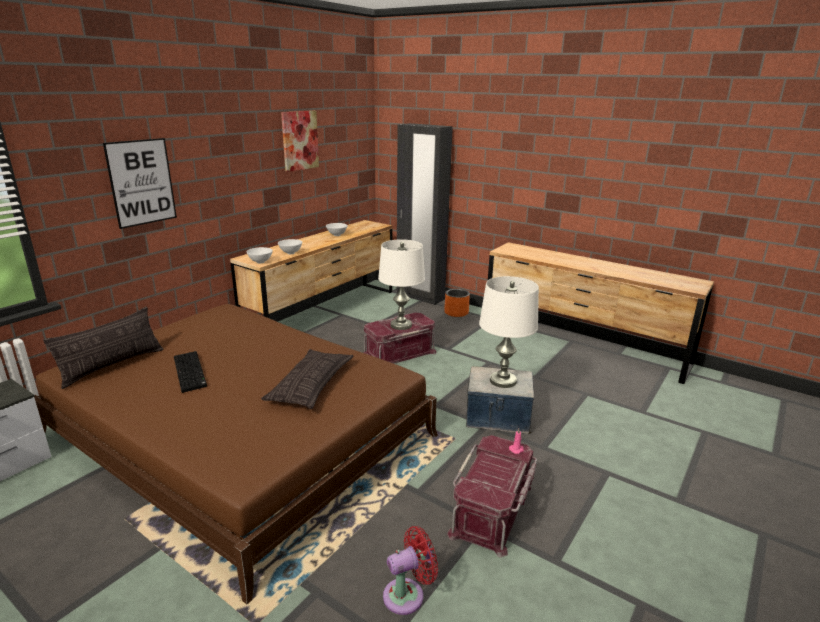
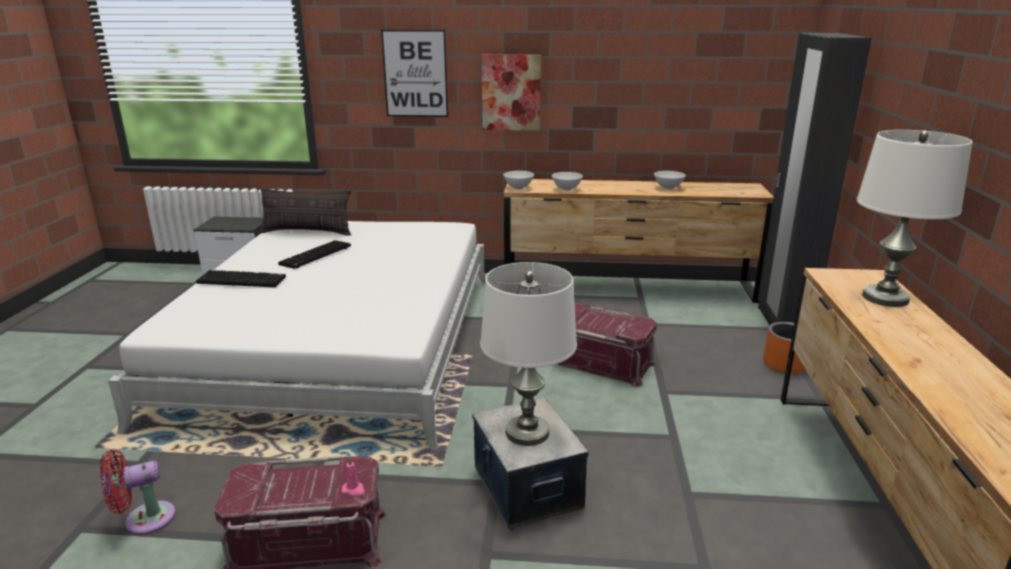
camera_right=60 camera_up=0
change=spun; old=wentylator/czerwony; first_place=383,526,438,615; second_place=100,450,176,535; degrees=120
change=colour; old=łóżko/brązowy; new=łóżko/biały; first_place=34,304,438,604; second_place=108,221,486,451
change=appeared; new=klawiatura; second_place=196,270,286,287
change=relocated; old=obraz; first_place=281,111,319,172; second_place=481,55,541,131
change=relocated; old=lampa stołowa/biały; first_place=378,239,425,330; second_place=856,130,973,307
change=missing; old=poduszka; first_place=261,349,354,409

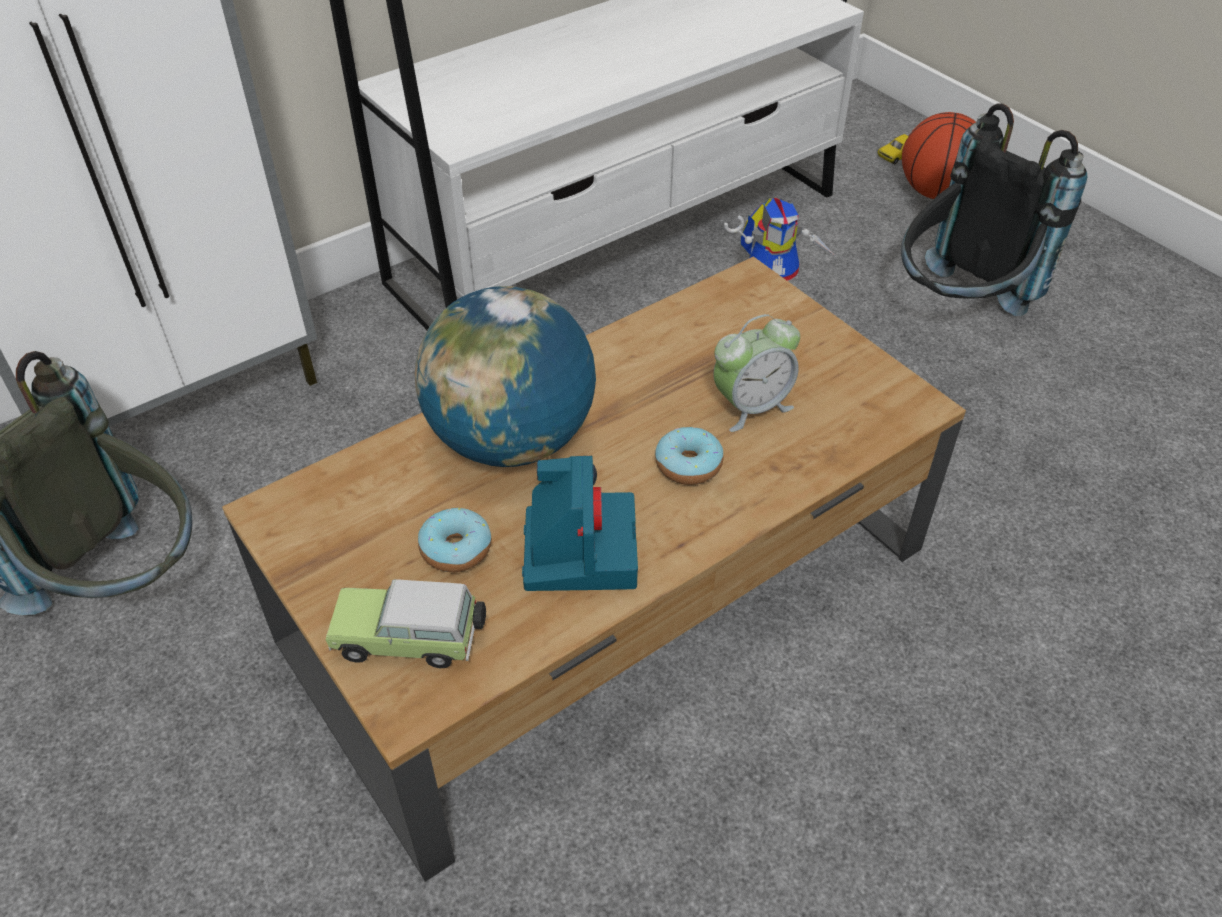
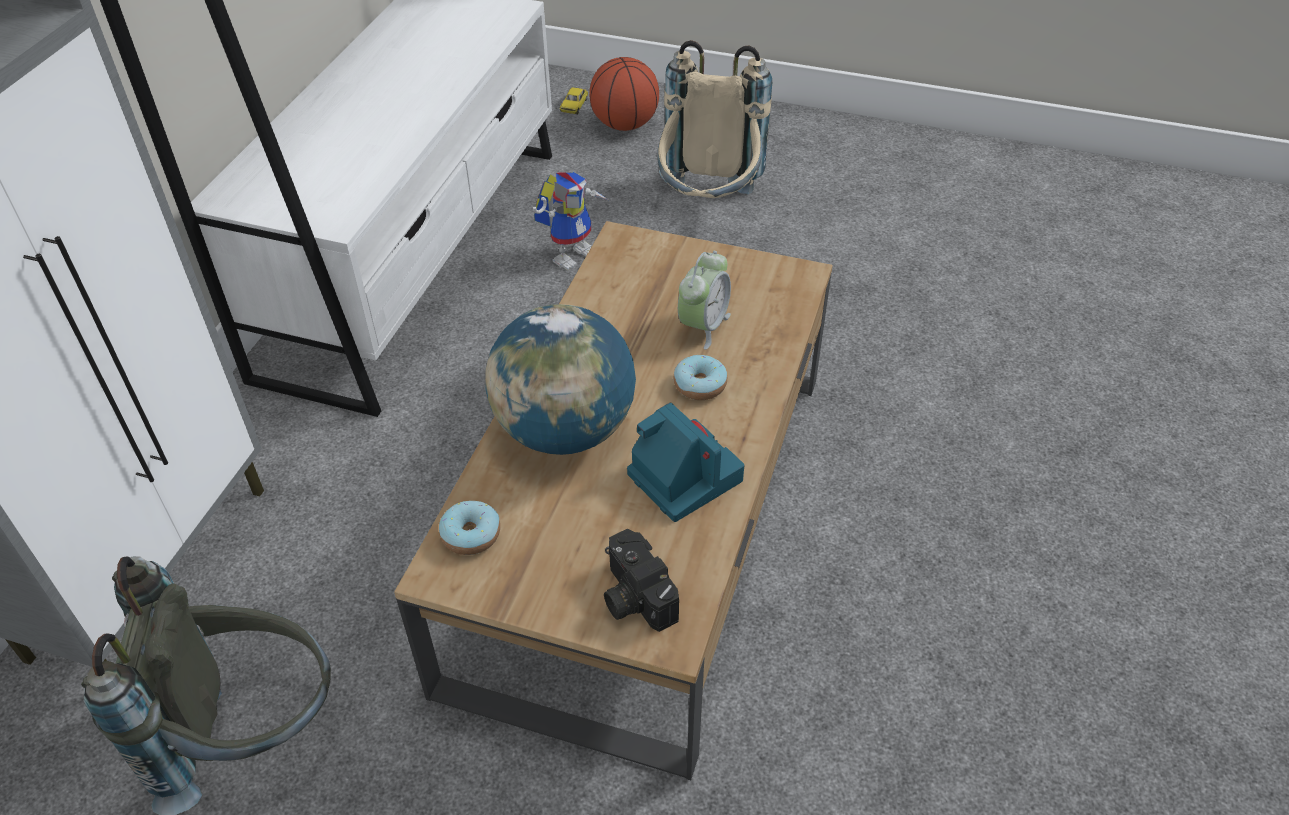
camera_right=-35 camera_up=0
change=relocated; old=donut; first_place=418,508,491,572; second_place=439,501,500,555
change=exchanged; old=samochodzik; new=aparat fotograficzny; first_place=325,579,486,668; second_place=604,529,679,632
change=colour; old=plecak/czarny; new=plecak/beżowy; first_place=901,104,1087,316; second_place=657,40,772,198

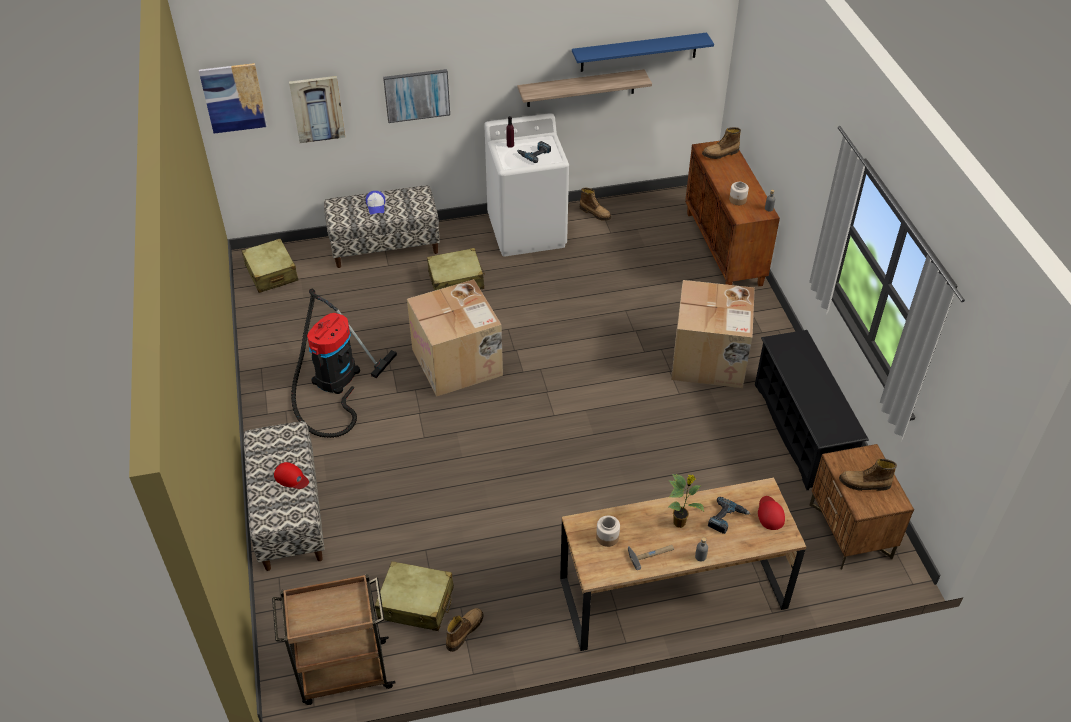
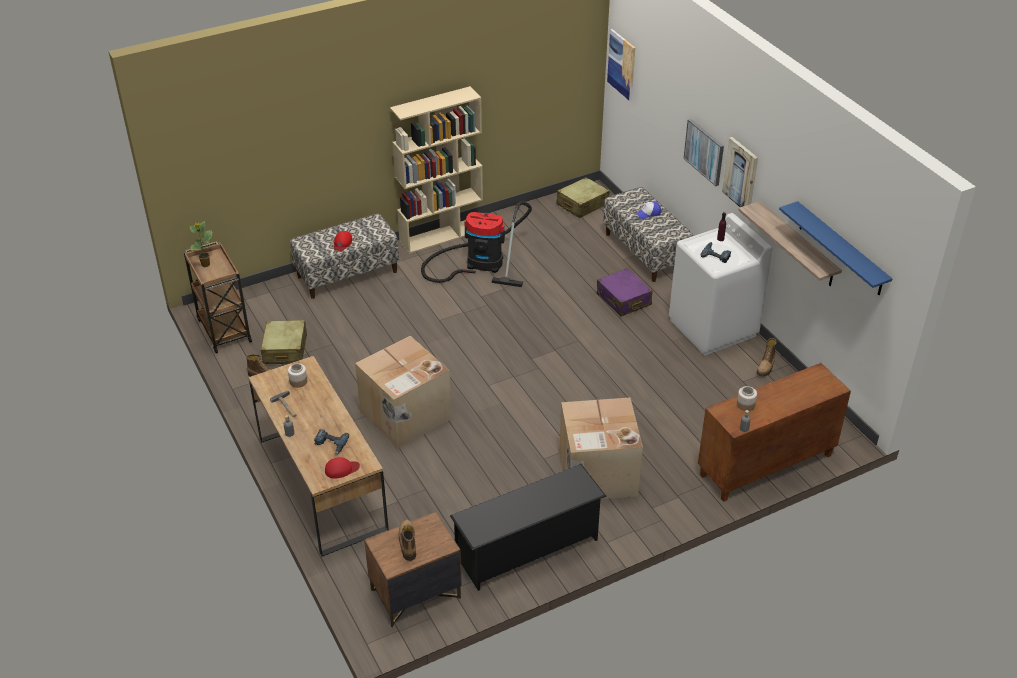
camera_right=75 camera_up=-5
change=relocated; old=roślina doniczkowa; first_place=668,474,704,528; second_place=190,221,212,267
change=relocated; old=karton; first_place=407,279,503,397; second_place=355,336,452,448
change=appeared; new=regał/beżowy; second_place=390,86,483,254
change=colour; old=walizka/beżowy; new=walizka/fioletowy; first_place=427,248,485,291; second_place=597,268,653,316
change=relocated; old=obraz; first_place=289,76,345,143; second_place=722,137,758,207
change=missing; old=but z cholewką; first_place=702,127,741,159

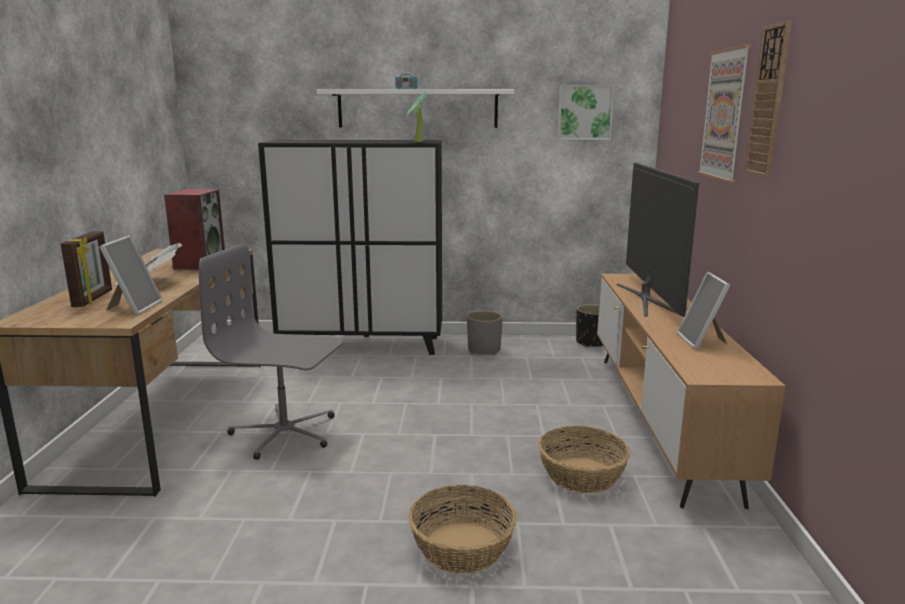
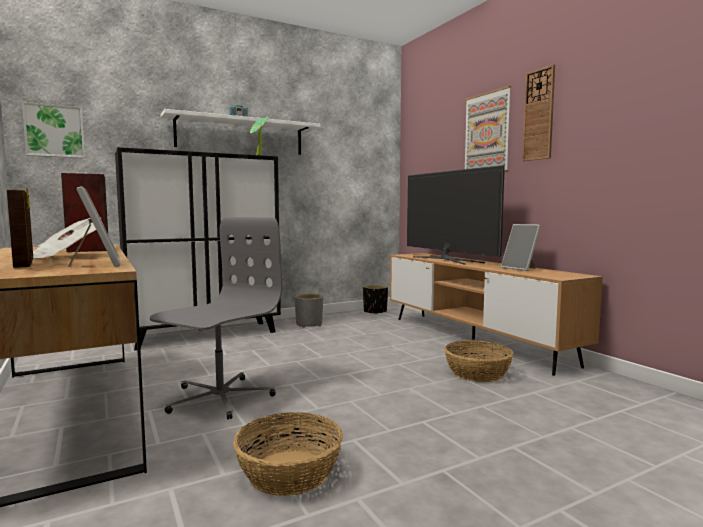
camera_right=-30 camera_up=-10
change=relocated; old=obraz; first_place=557,85,614,140; second_place=22,102,85,158
change=spun; old=krzesło biurowe/szary; first_place=199,244,342,460; second_place=150,217,282,420; degrees=135
change=relocated; old=koszyk; first_place=409,485,517,574; second_place=233,412,343,496

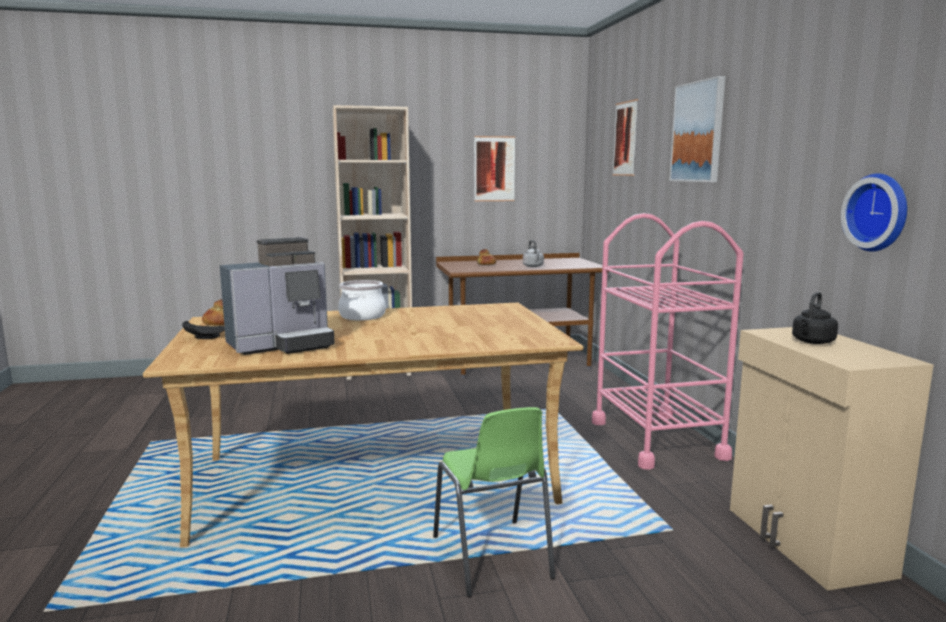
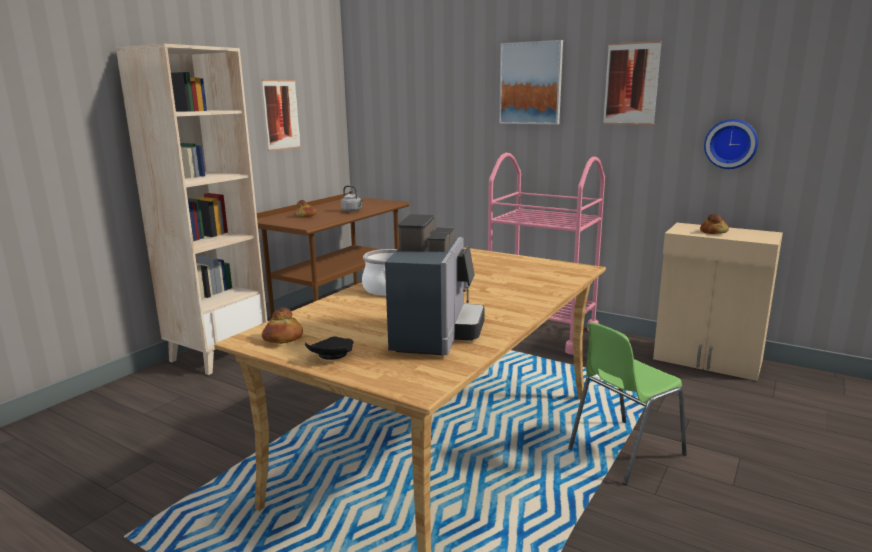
camera_right=-45 camera_up=5
change=spun; old=krzesło/zielony; first_place=433,407,555,597; second_place=568,322,687,485; degrees=120
change=relocated; old=obraz; first_place=613,99,638,176; second_place=603,41,662,125
change=exchanged; old=czajnik/czarny; new=chleb; first_place=792,292,838,344; second_place=700,213,729,234

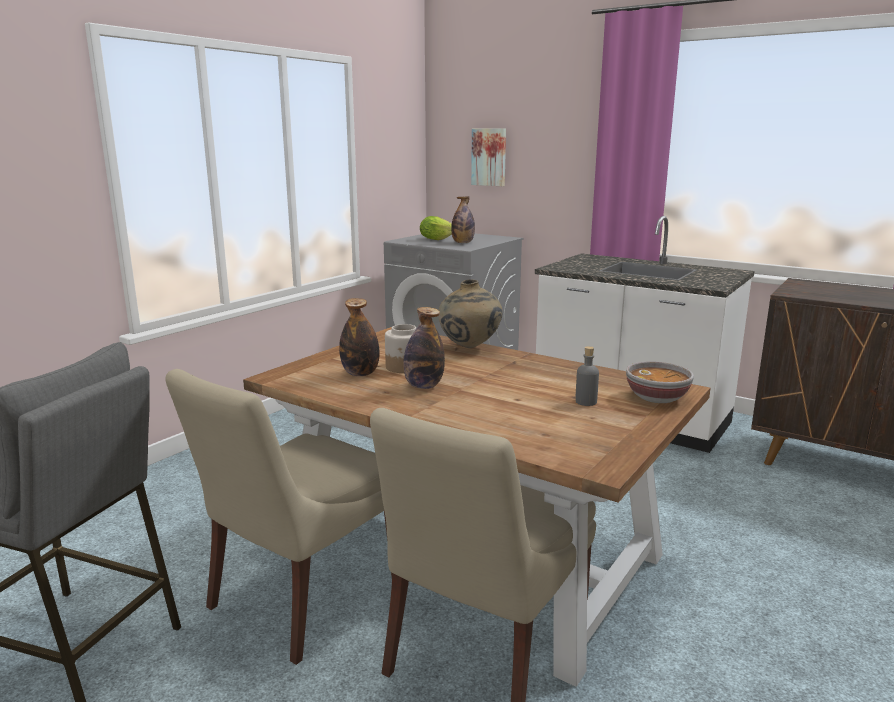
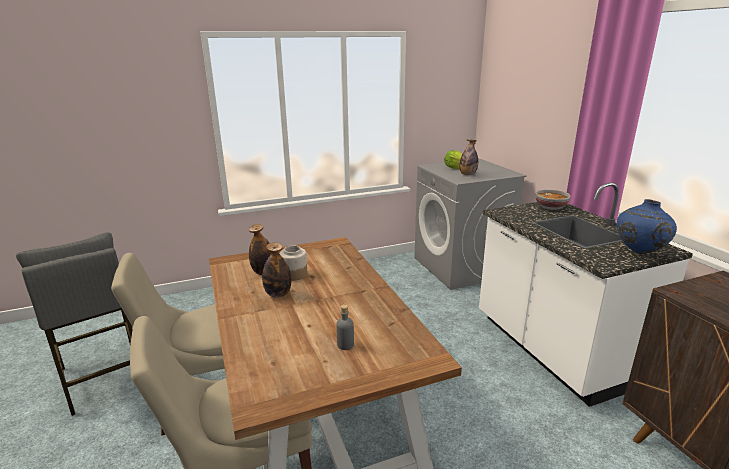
camera_right=35 camera_up=5
change=relocated; old=miska; first_place=626,361,694,403; second_place=535,189,571,210
change=appeared; new=wazon/niebieski; second_place=617,199,677,254
change=missing; old=wazon/beżowy; first_place=438,279,503,348
change=missing; old=obraz; first_place=471,128,506,186

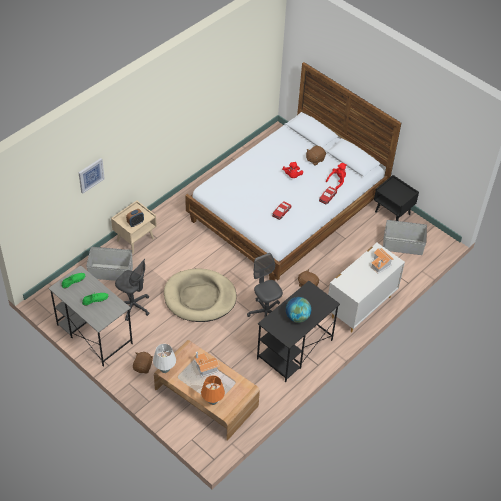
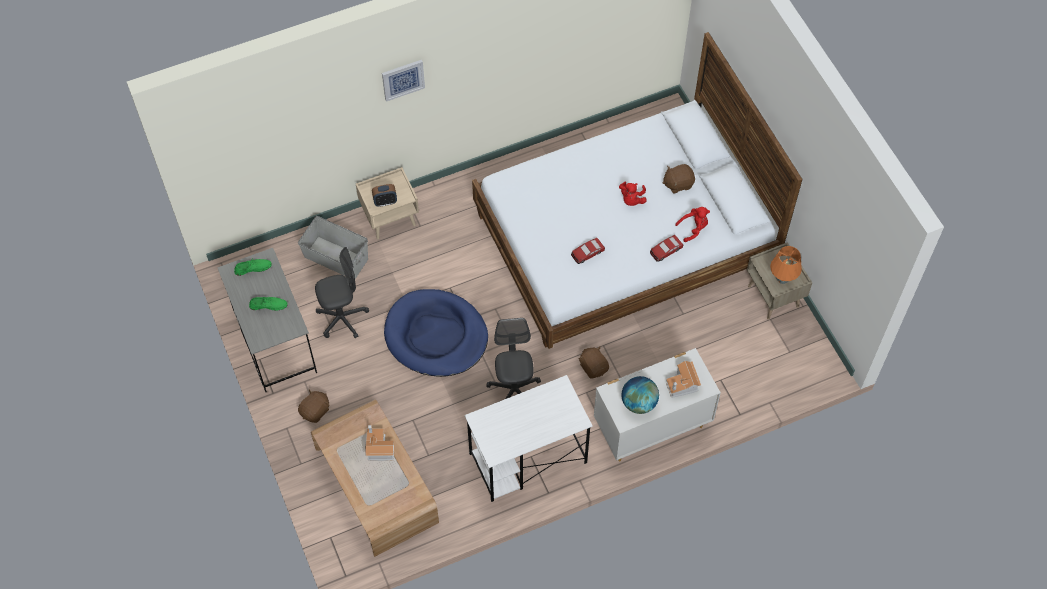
camera_right=25 camera_up=10
change=spun; old=krzesło biurowe/szary; first_place=115,259,150,321; second_place=315,247,369,339; degrees=-75
change=relocated; old=obraz; first_place=78,158,105,194; second_place=382,60,425,102
change=colour; old=legowisko/beżowy; new=legowisko/niebieski; first_place=164,269,236,322; second_place=384,289,488,377
change=colour; old=biurko/czarny; new=biurko/biały; first_place=257,281,340,382; second_place=465,375,593,502
change=relocated; old=globus; first_place=286,297,311,323; second_place=622,376,659,414
change=colour; old=szafka nocna/czarny; new=szafka nocna/beżowy; first_place=374,175,419,221; second_place=747,242,812,319
change=relocated; old=lampa stołowa/pomarańczowy; first_place=201,375,225,405; second_place=770,246,802,284
change=missing; old=lampa stołowa/biały; first_place=153,344,176,373
change=missing; old=pojemnik do przechowywania/szary; first_place=383,220,427,255

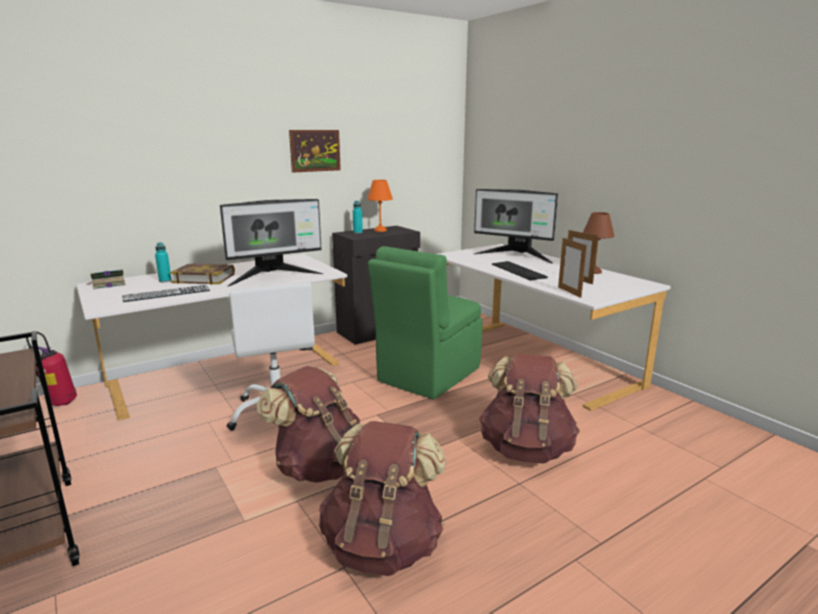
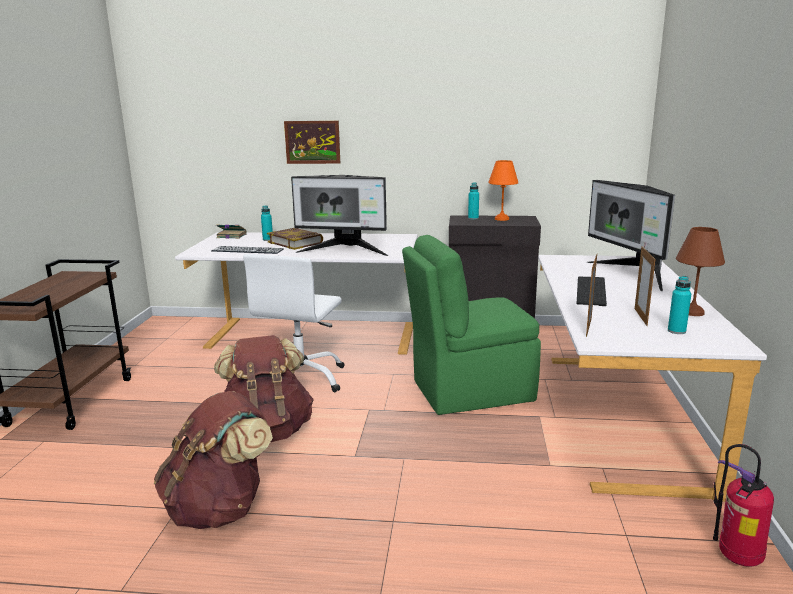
camera_right=40 camera_up=0
change=relocated; old=obraz; first_place=289,130,341,172; second_place=284,121,340,164
change=appeared; new=butelka/turkusowy; second_place=668,276,691,334
change=relocated; old=gaśnica; first_place=26,331,77,406; second_place=713,444,774,567
change=missing; old=plecak/brązowy; first_place=479,354,580,464

